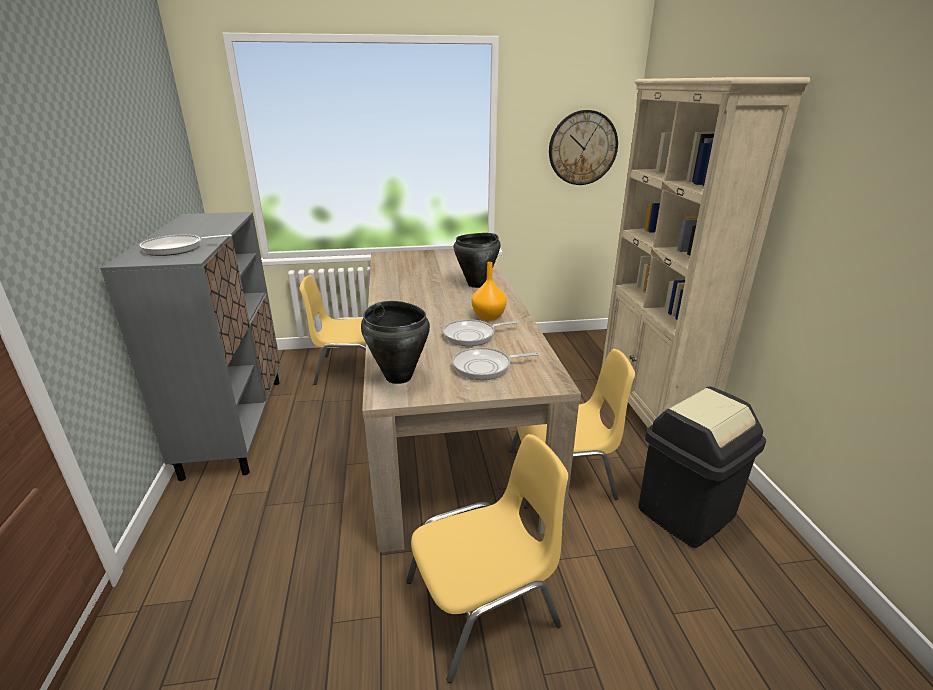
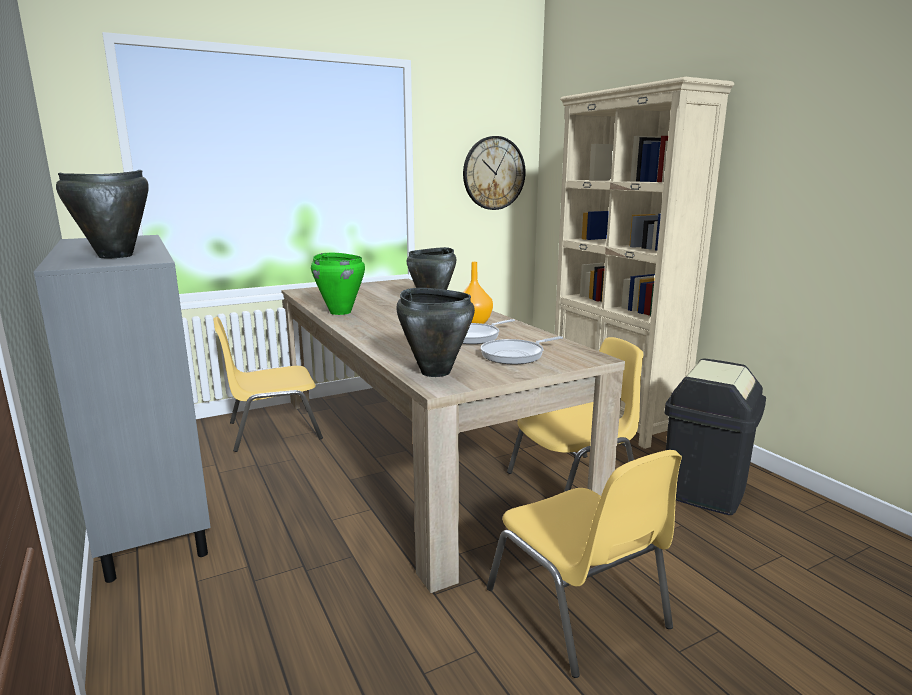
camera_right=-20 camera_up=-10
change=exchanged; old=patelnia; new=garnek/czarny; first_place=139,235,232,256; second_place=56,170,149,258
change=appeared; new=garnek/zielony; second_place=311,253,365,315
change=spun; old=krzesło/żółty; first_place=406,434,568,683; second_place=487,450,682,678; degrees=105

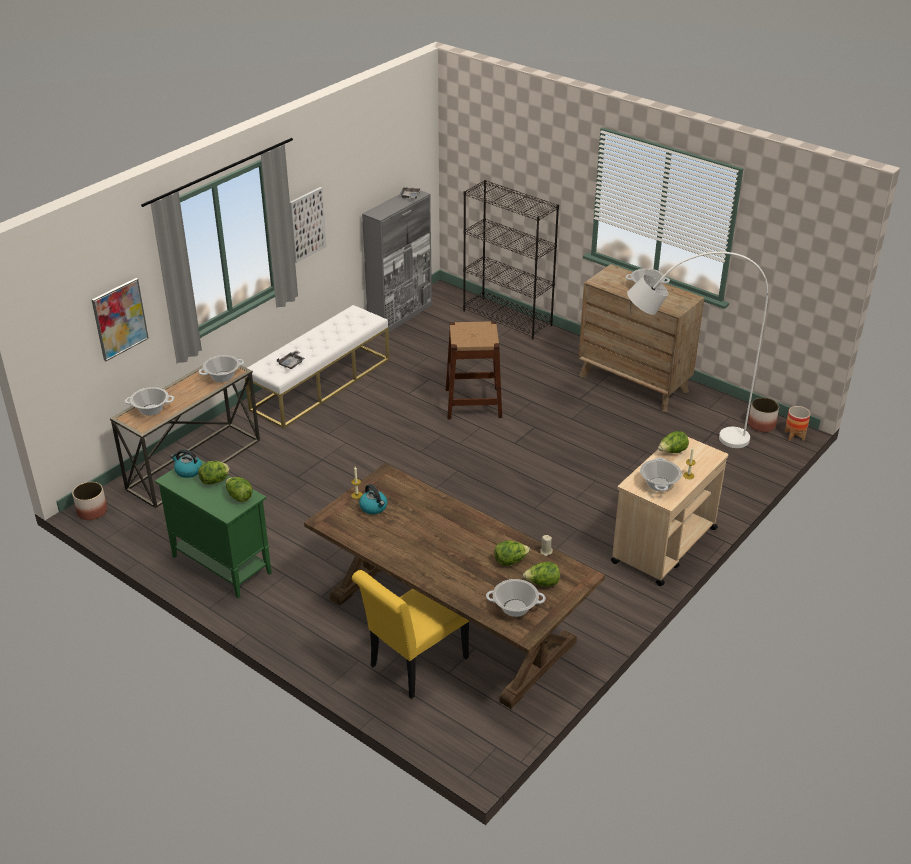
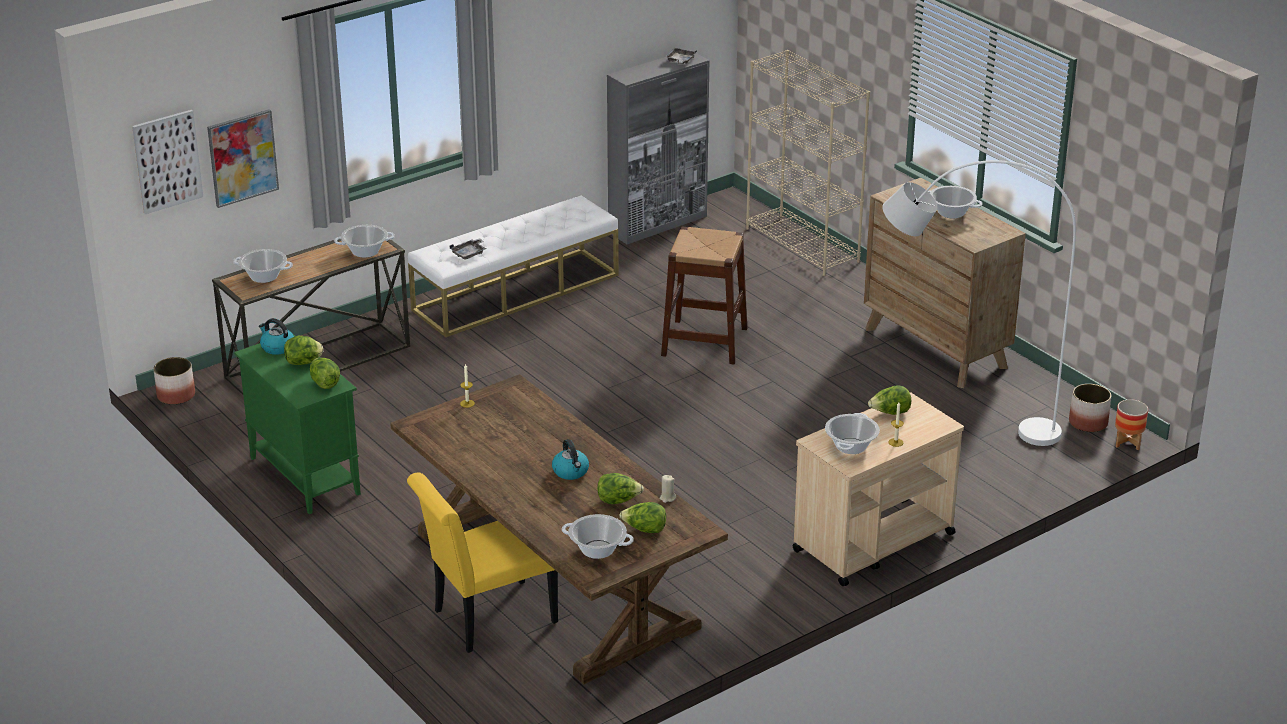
camera_right=15 camera_up=-5
change=relocated; old=obraz; first_place=290,187,327,263; second_place=132,110,203,214
change=relocated; old=czajnik; first_place=359,484,387,514; second_place=552,439,589,480
change=colour; old=regał/czarny; new=regał/beżowy; first_place=463,180,559,340; second_place=746,50,870,276

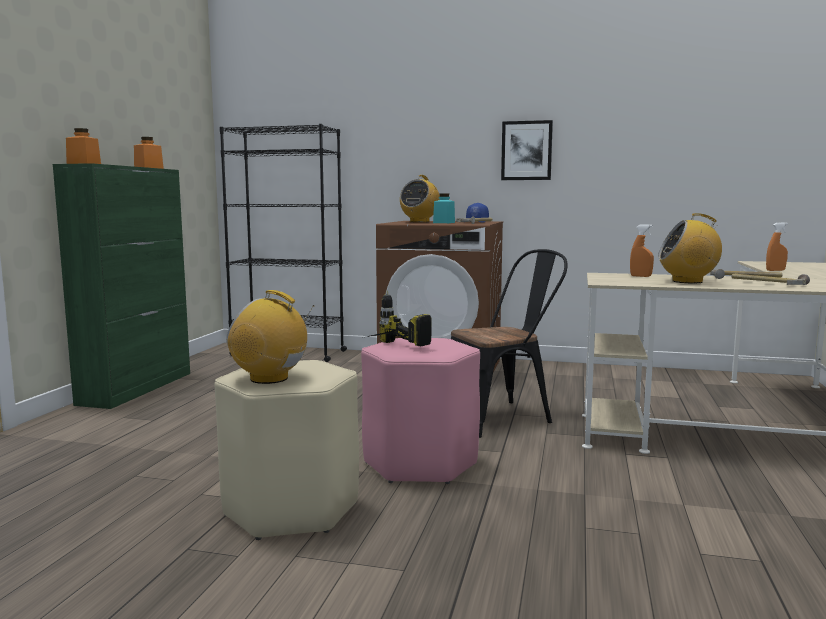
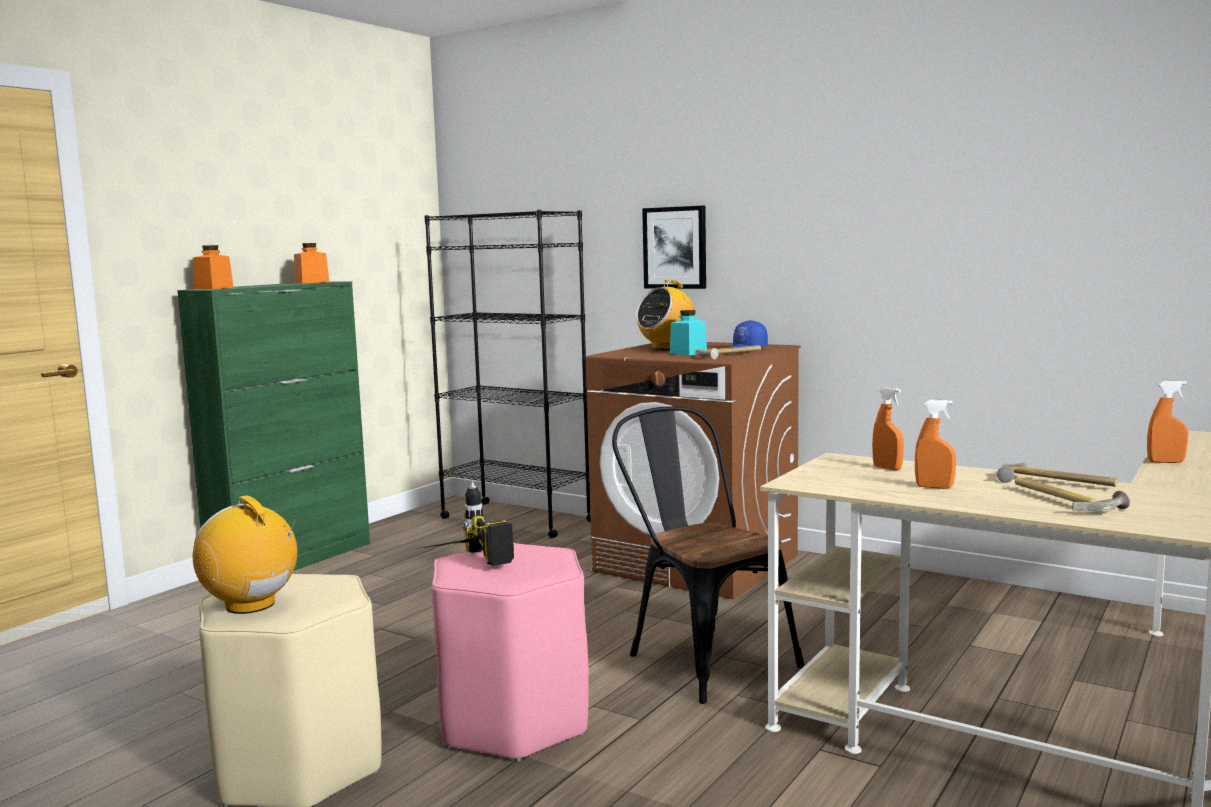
camera_right=20 camera_up=0
change=spun; old=krzesło/czarny; first_place=451,249,567,438; second_place=612,406,804,704; degrees=-120
change=relocated; old=obraz; first_place=501,120,553,180; second_place=642,206,706,289
change=exchanged; old=radio; new=spryskiwacz/pomarańczowy; first_place=658,213,722,283; second_place=915,400,956,489

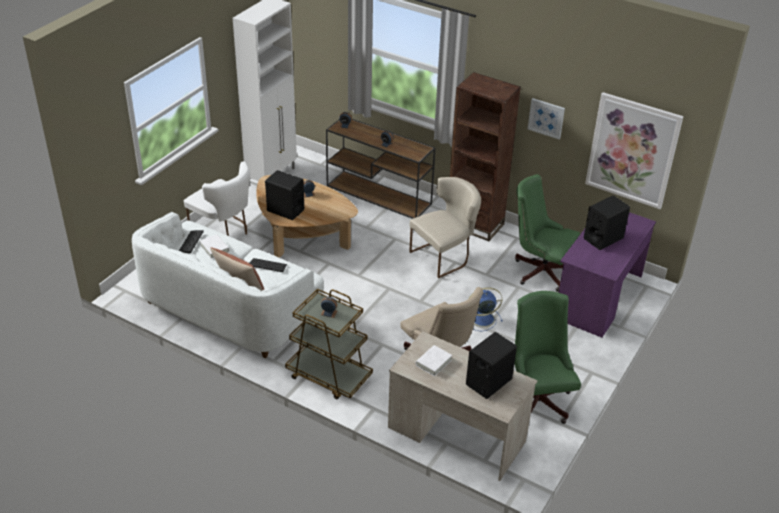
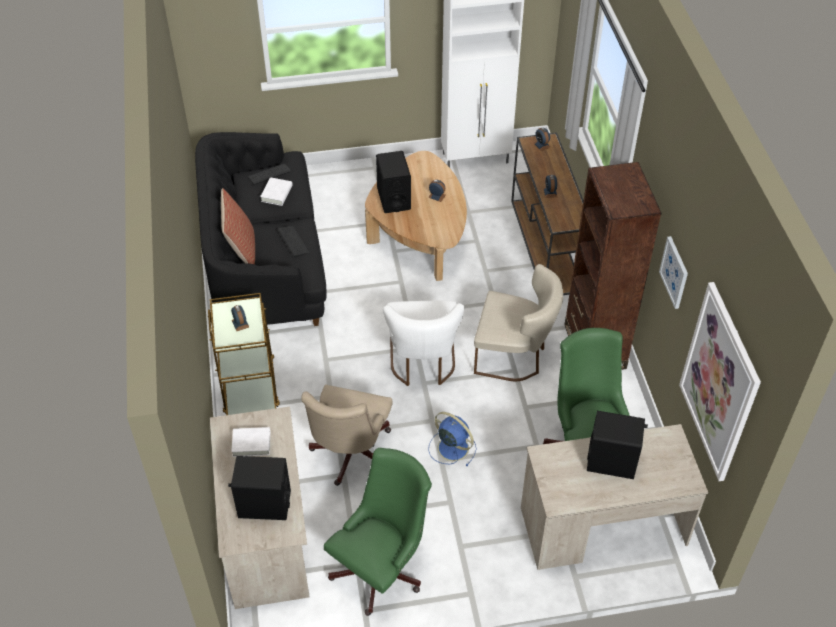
camera_right=50 camera_up=10
change=colour; old=kanapa/biały; new=kanapa/czarny; first_place=132,212,324,359; second_place=195,132,327,326
change=relocated; old=krzesło/biały; first_place=184,161,250,236; second_place=383,300,464,386
change=colour; old=biurko/fioletowy; new=biurko/beżowy; first_place=559,212,656,338; second_place=521,424,708,570

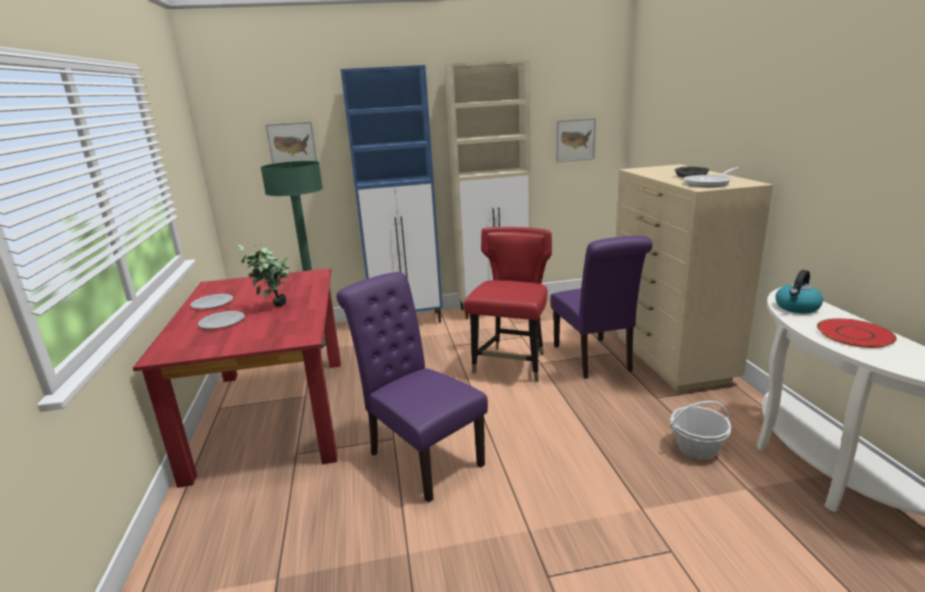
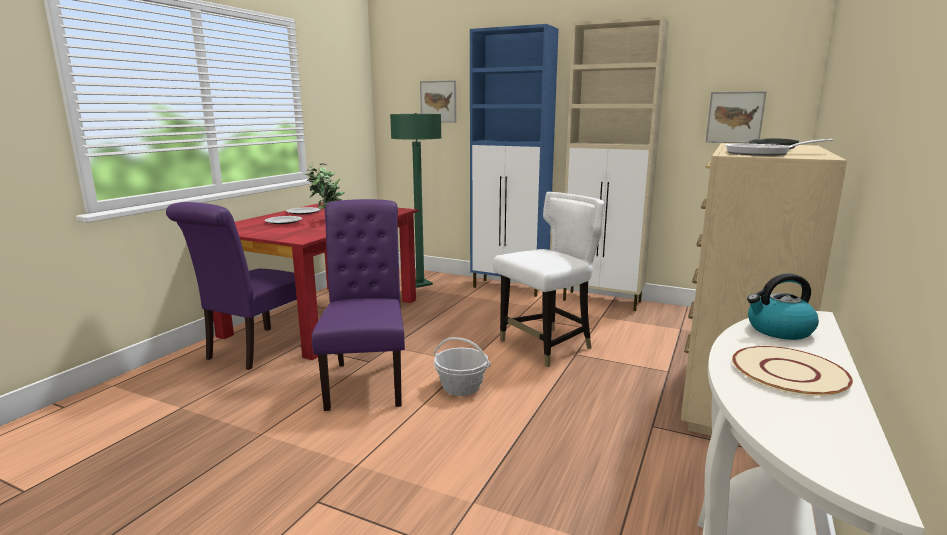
camera_right=35 camera_up=-5
change=relocated; old=krzesło/fioletowy; first_place=550,236,653,379; second_place=166,202,297,370
change=relocated; old=koszyk; first_place=670,401,732,460; second_place=434,337,491,396
change=colour; old=krzesło/czerwony; new=krzesło/biały; first_place=464,227,552,382; second_place=493,192,604,367
change=colour; old=talerz/czerwony; new=talerz/beżowy; first_place=817,318,897,348; second_place=732,346,853,396

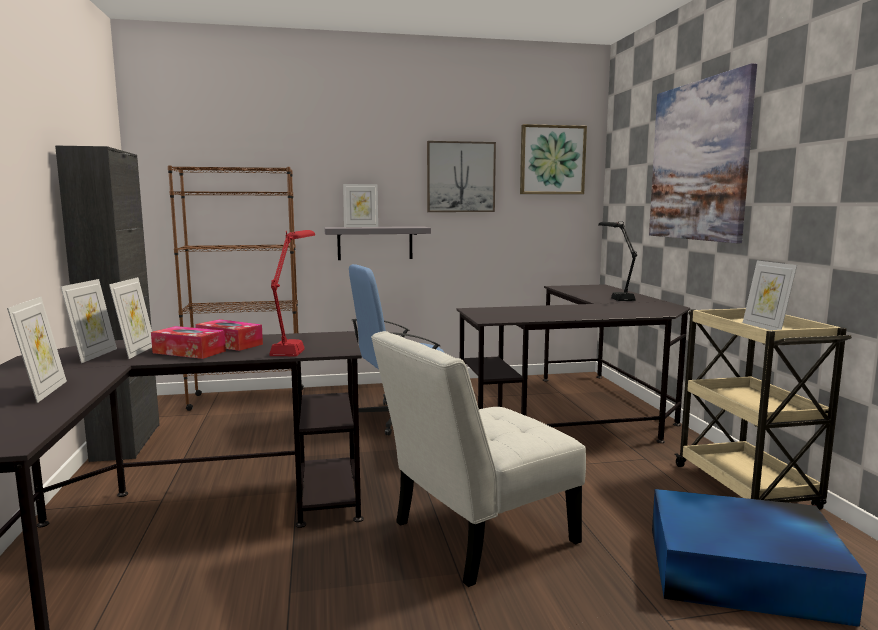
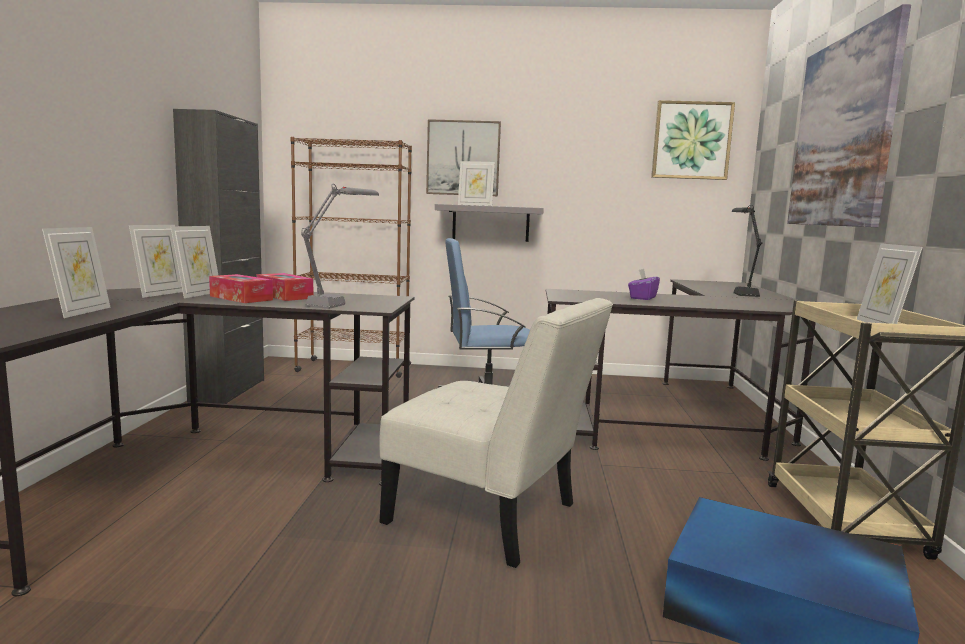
camera_right=15 camera_up=0
change=colour; old=lampa stołowa/czerwony; new=lampa stołowa/szary; first_place=269,230,315,356; second_place=301,184,379,309
change=spun; old=krzesło/biały; first_place=371,331,586,587; second_place=379,298,613,568; degrees=-135
change=relocated; old=obraz; first_place=427,141,496,212; second_place=426,119,501,196
change=appeared; new=pudełko chusteczek/fioletowy; second_place=628,269,660,300

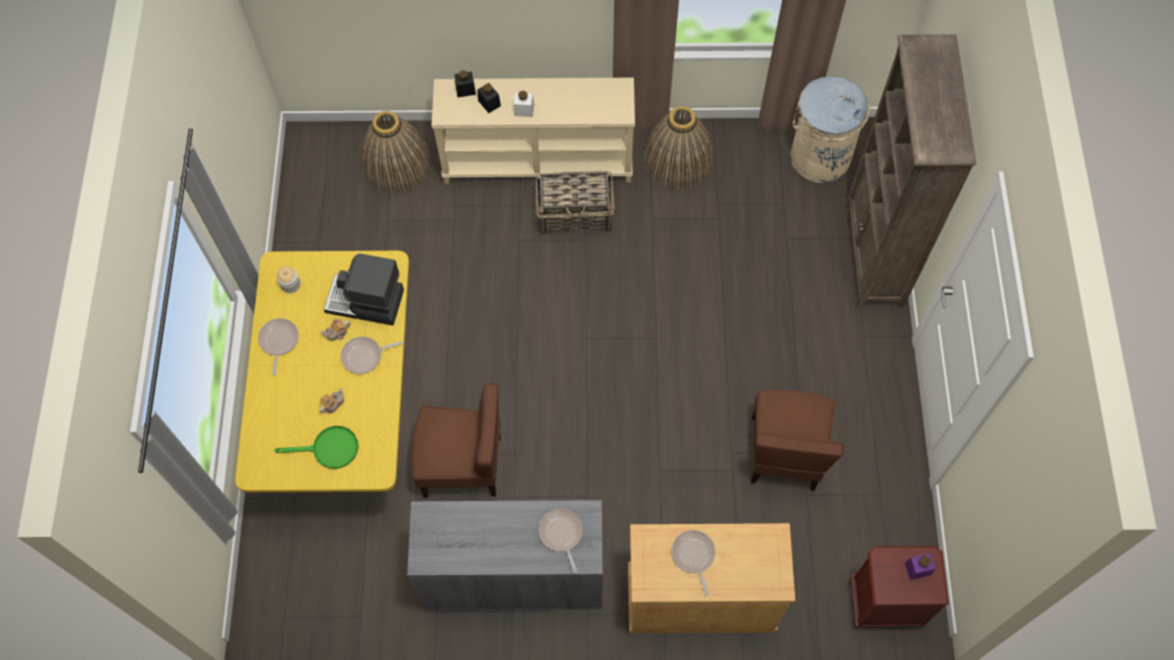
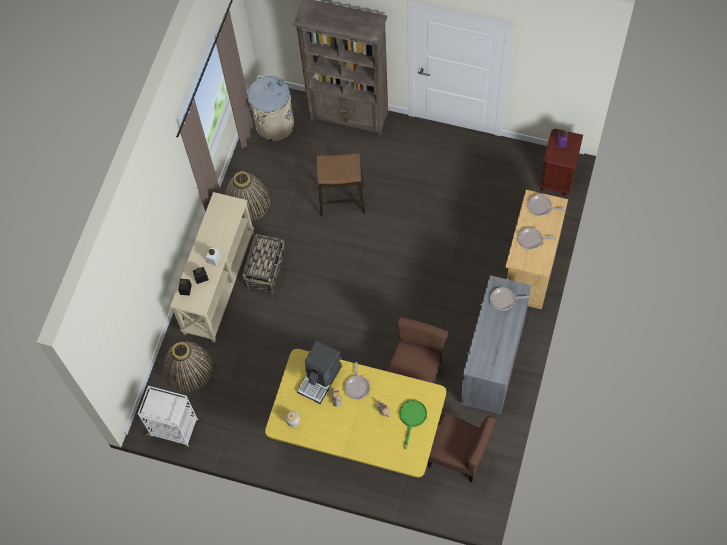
camera_right=-70 camera_up=0
change=appeared; new=wózek/biały; second_place=138,386,199,448
change=appeared; new=stołek; second_place=316,153,365,216
change=relocated; old=krzesło/brązowy; first_place=751,389,844,491; second_place=428,412,495,482
change=relocated; old=patelnia; first_place=258,318,299,376; second_place=528,194,565,216

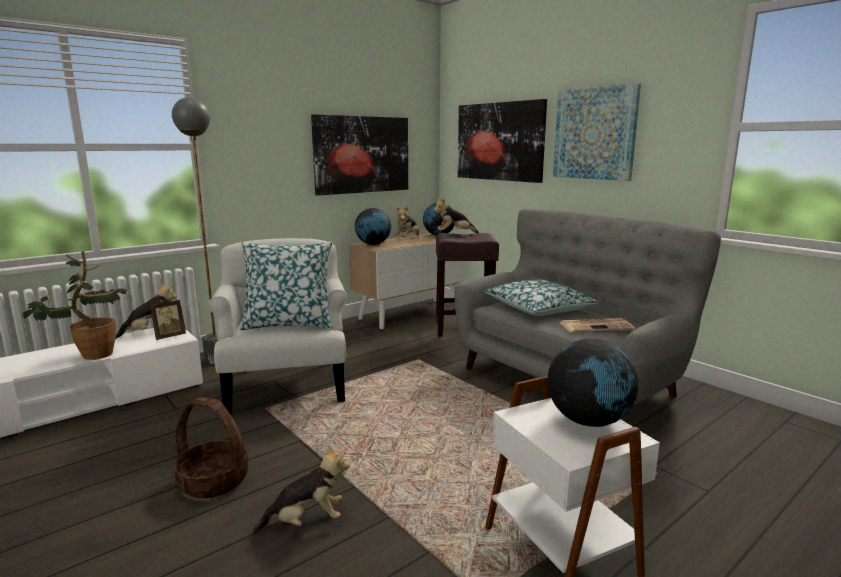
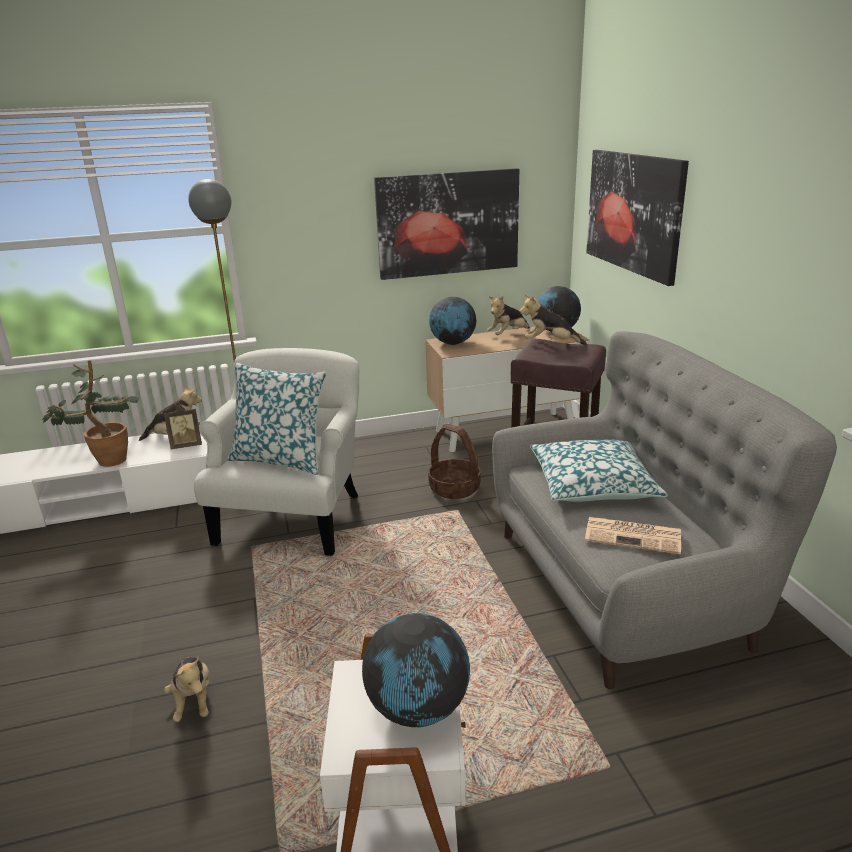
camera_right=25 camera_up=10
change=spun; old=pluszak; first_place=253,444,349,533; second_place=164,656,209,722; degrees=60
change=relocated; old=koszyk; first_place=174,397,249,498; second_place=428,424,481,499
change=missing; old=obraz; first_place=553,83,641,181

